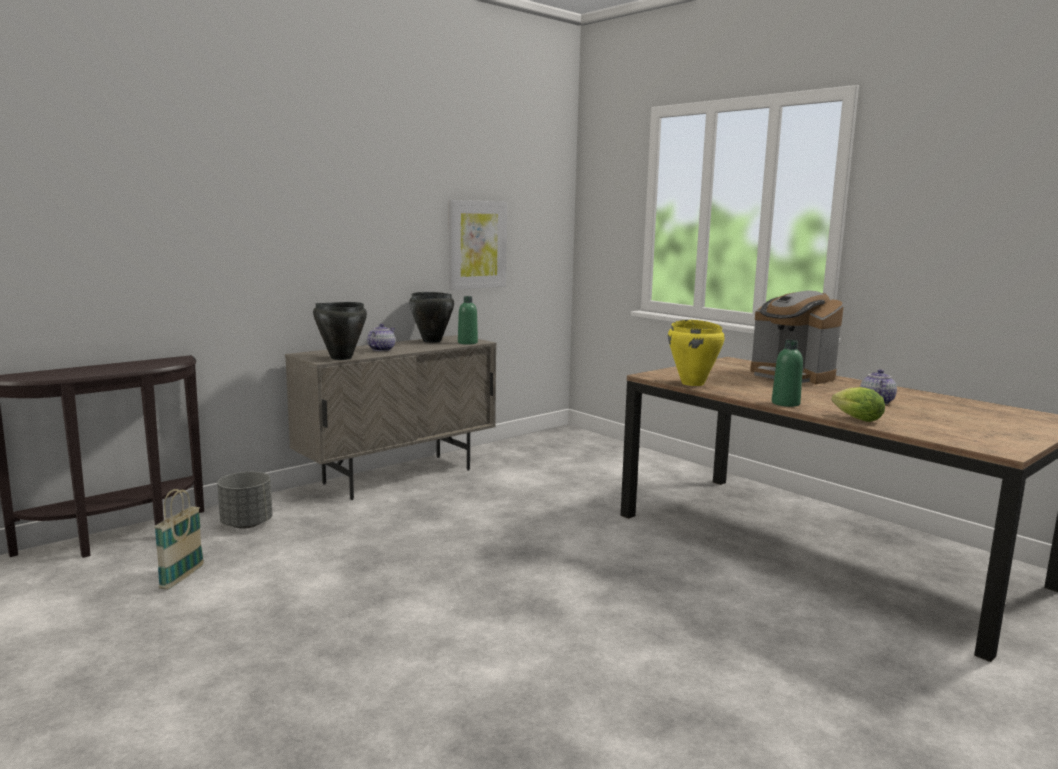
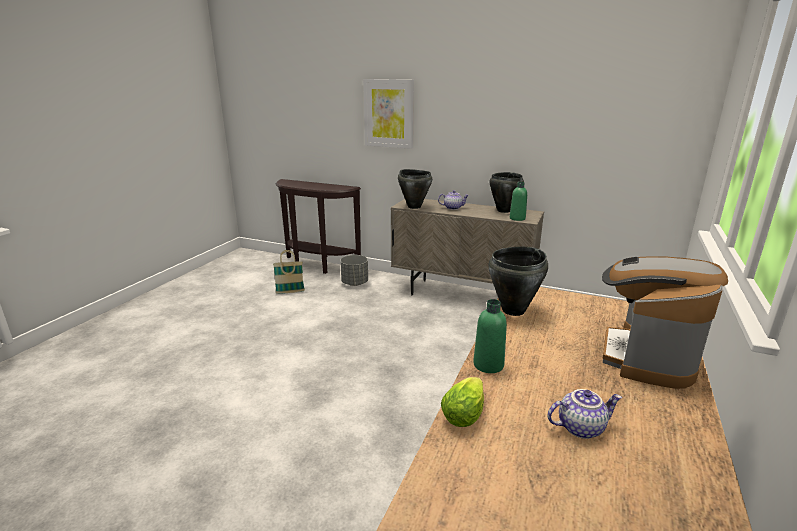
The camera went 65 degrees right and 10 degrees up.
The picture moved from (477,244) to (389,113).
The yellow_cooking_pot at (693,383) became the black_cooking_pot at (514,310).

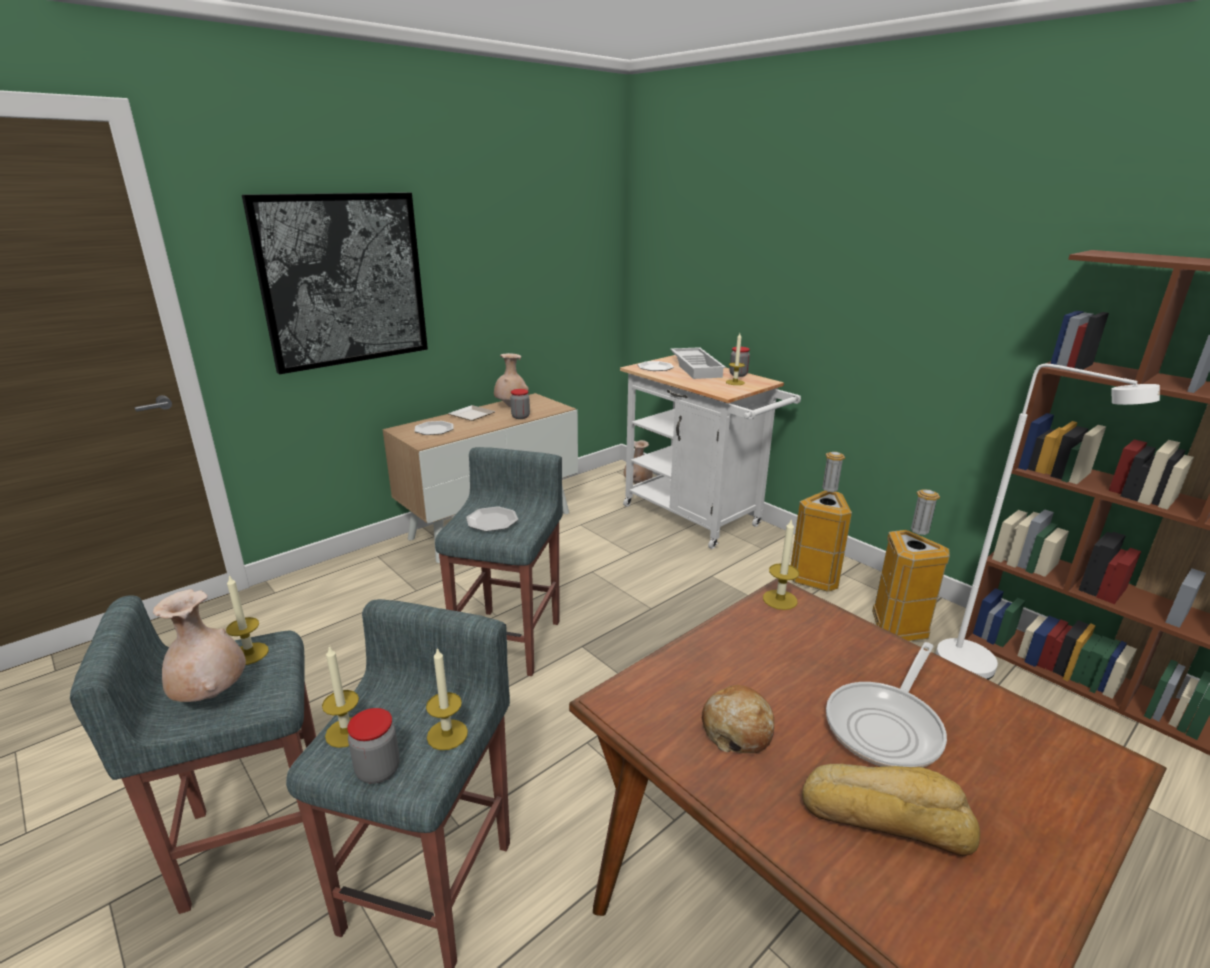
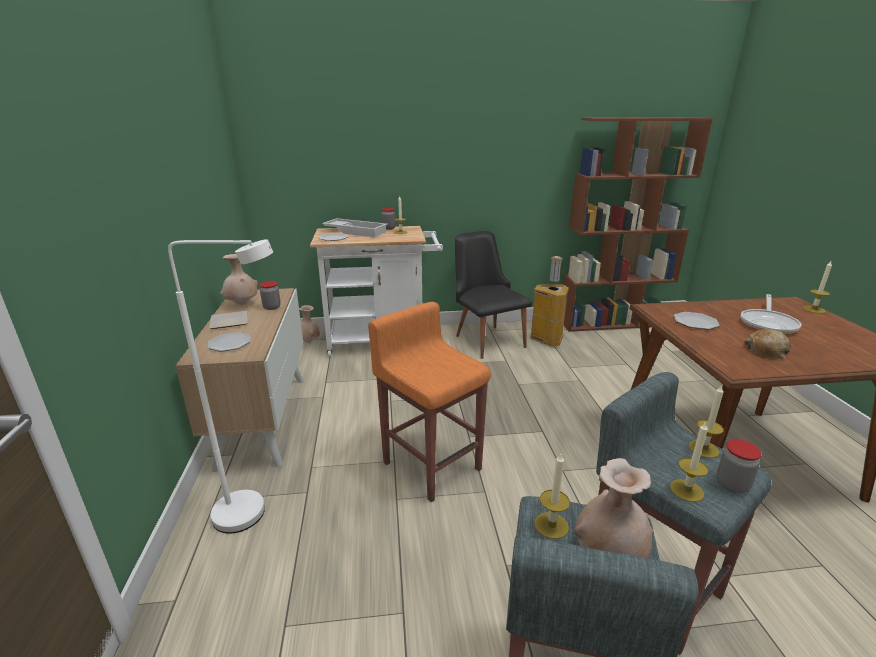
The camera went 55 degrees left and 0 degrees up.
The picture at (343,280) disappeared.
The bread at (885,814) disappeared.
The plate moved from (492,521) to (695,322).
The candle moved from (780,599) to (814,309).
The white_floor_lamp moved from (981,671) to (254,512).
The trash_can at (815,578) was replaced by the black_chair at (486,338).
The grey_stool at (510,640) became the orange_stool at (431,465).
The frying_pan at (887,726) turned 45 degrees clockwise.

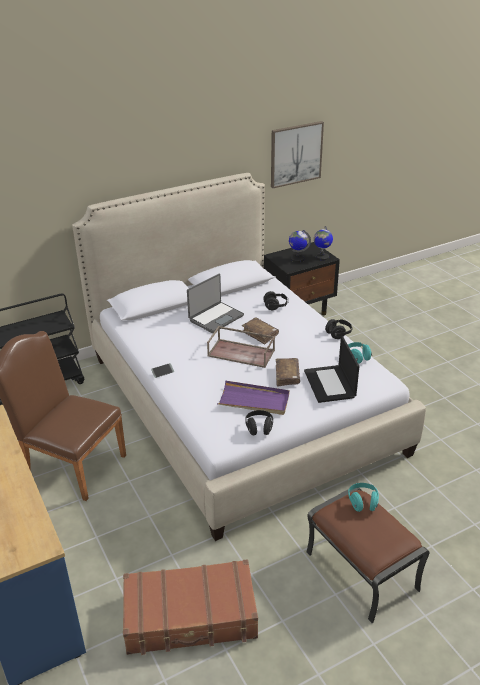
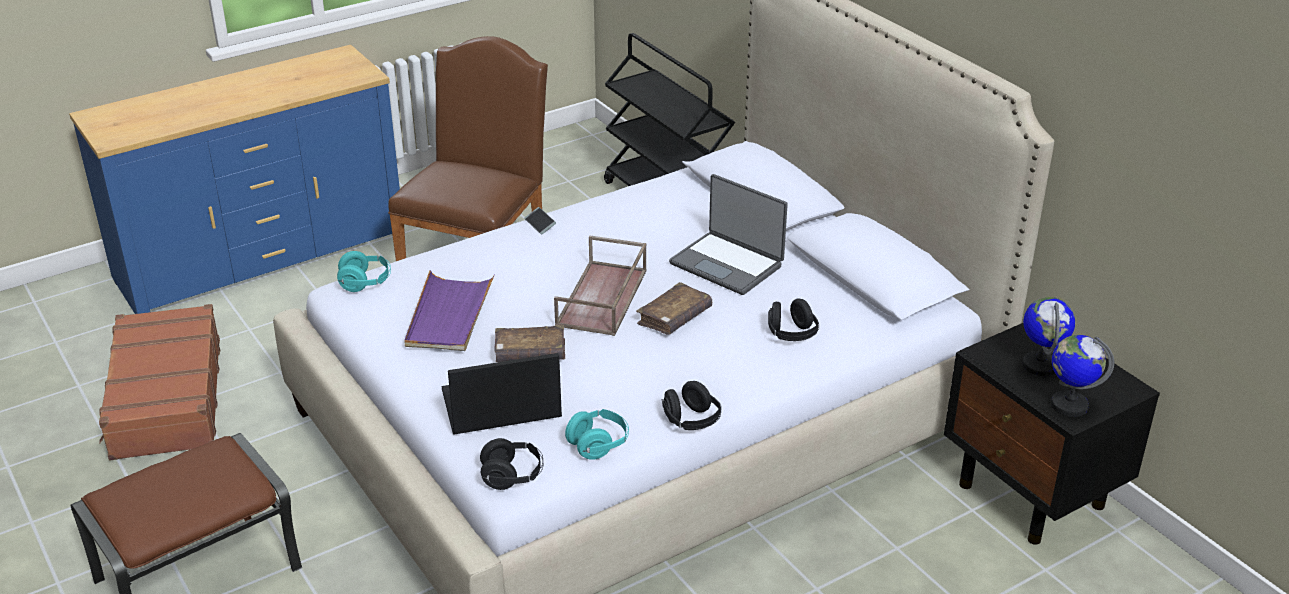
The camera went 85 degrees right and 0 degrees up.
The picture at (295,154) disappeared.
The black_headphones moved from (259,428) to (512,476).
The turquoise_headphones moved from (362,502) to (365,283).

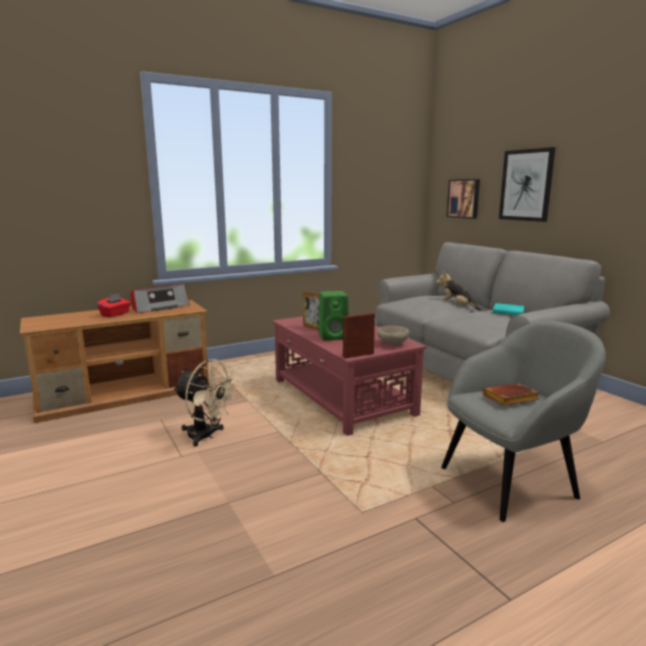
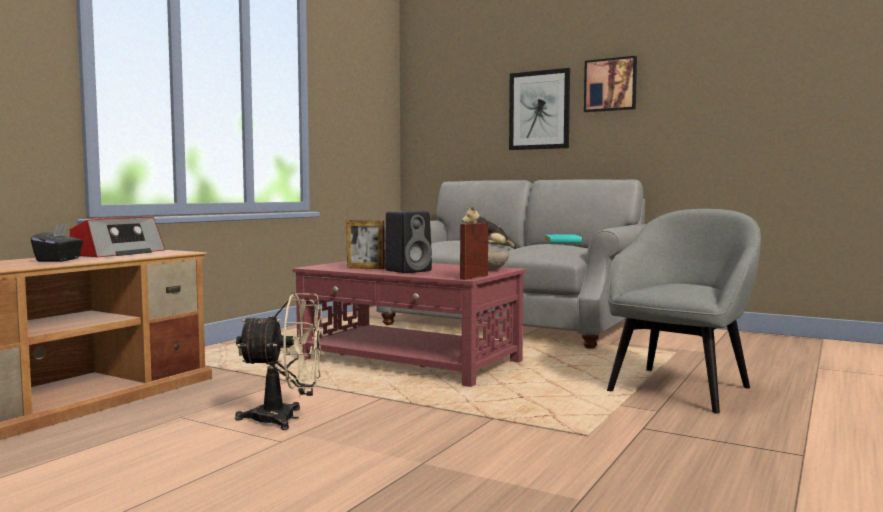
The camera went 30 degrees left and 10 degrees down.
The brown_book at (510,399) disappeared.
The picture moved from (464,198) to (610,85).
The red_tissue_box at (115,314) became the black_tissue_box at (59,260).
The green_speaker at (334,336) became the black_speaker at (409,270).

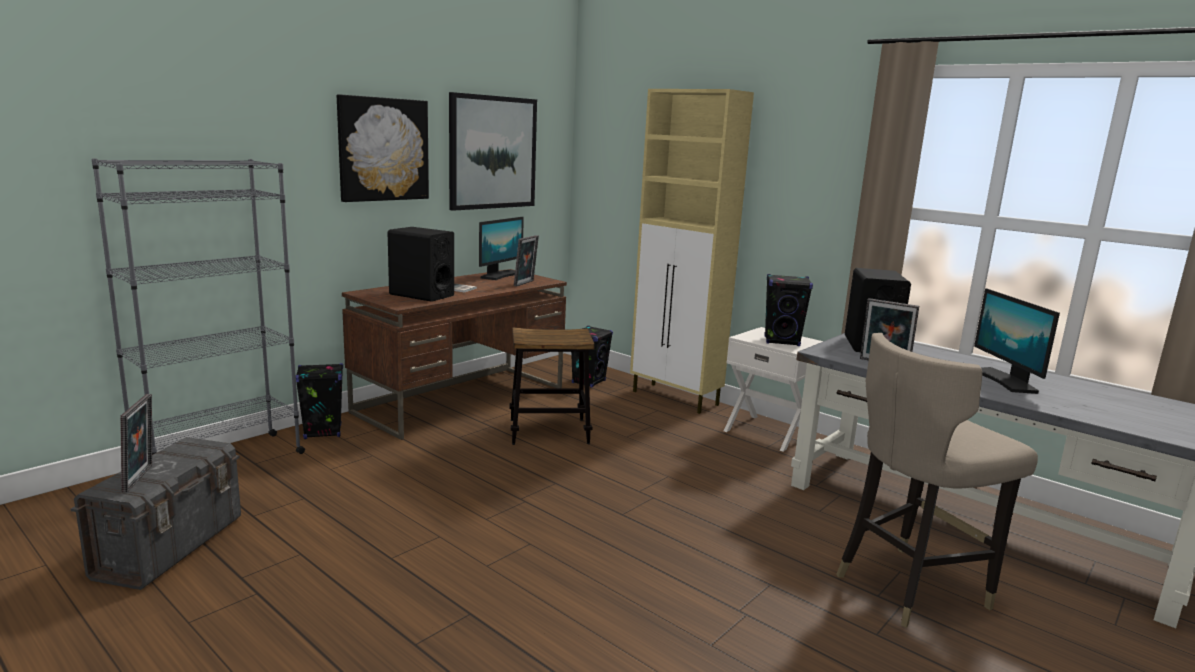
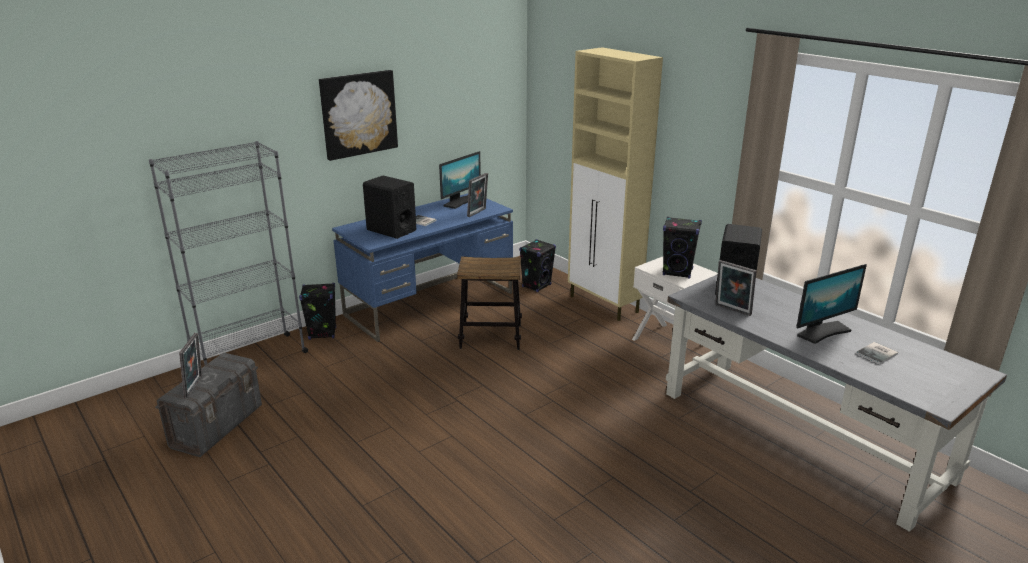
The camera went 10 degrees right and 10 degrees up.
The picture at (492,152) disappeared.
The beige_stool at (909,587) disappeared.
The book at (878,354) appeared.
The brown_desk at (462,400) became the blue_desk at (430,304).
The monitor at (1005,381) turned 120 degrees counterclockwise.

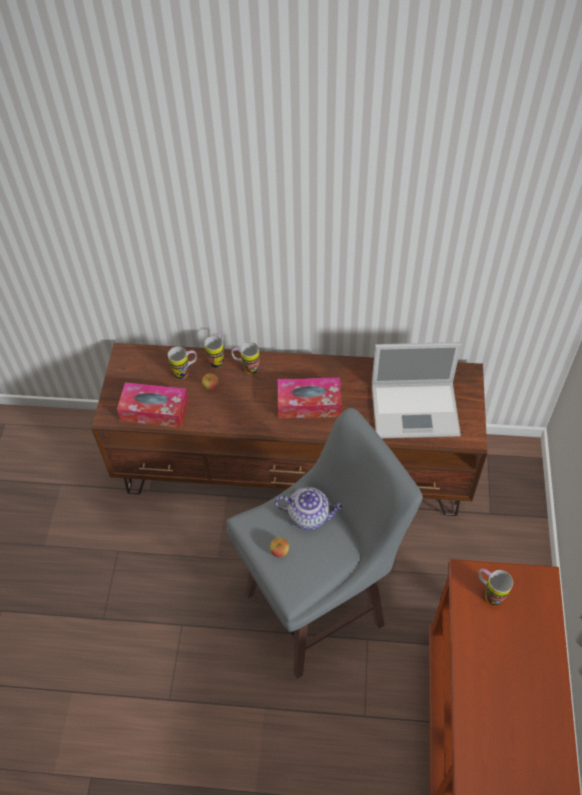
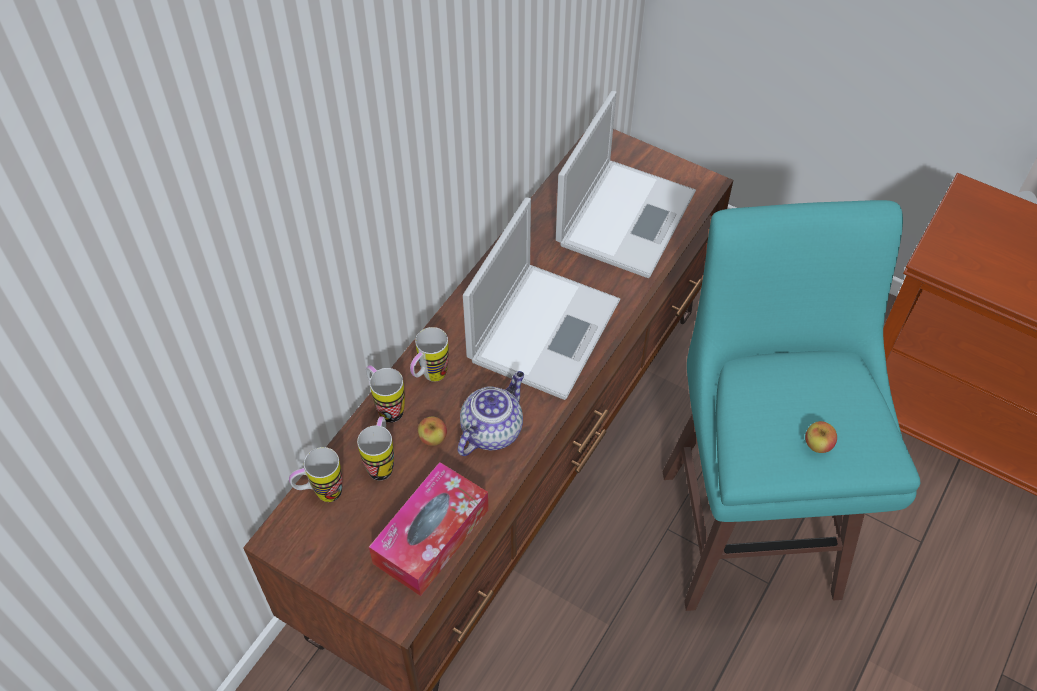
The camera went 65 degrees left and 0 degrees up.
The teapot moved from (309,515) to (492,429).
The mug moved from (488,593) to (321,494).
The tissue_box at (309,404) was replaced by the laptop at (545,328).
The grey_stool at (318,608) became the turquoise_stool at (749,527).

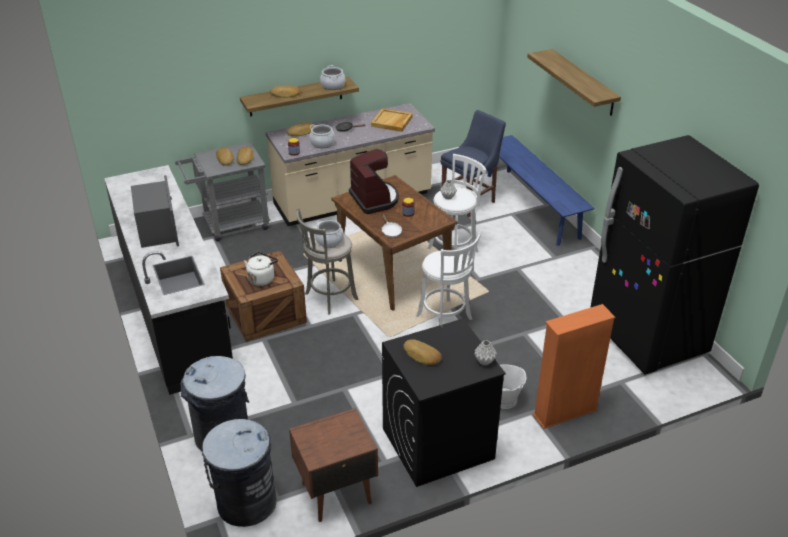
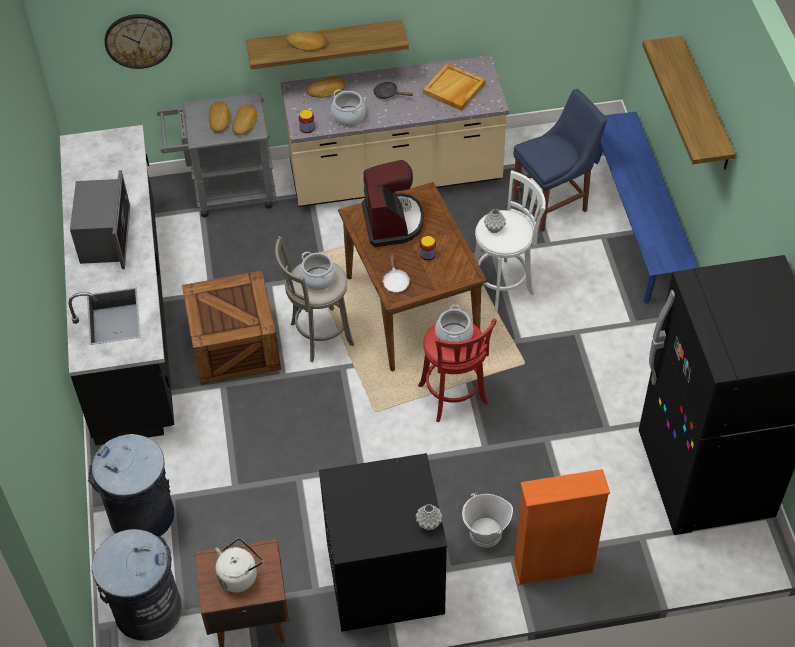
The camera went 15 degrees right and 15 degrees up.
The bread at (421,355) disappeared.
The wall_clock at (138,40) appeared.
The white_kettle moved from (262,278) to (239,575).
The cooking_pot moved from (332,85) to (453,335).
The white_stool at (445,319) became the red_stool at (454,397).

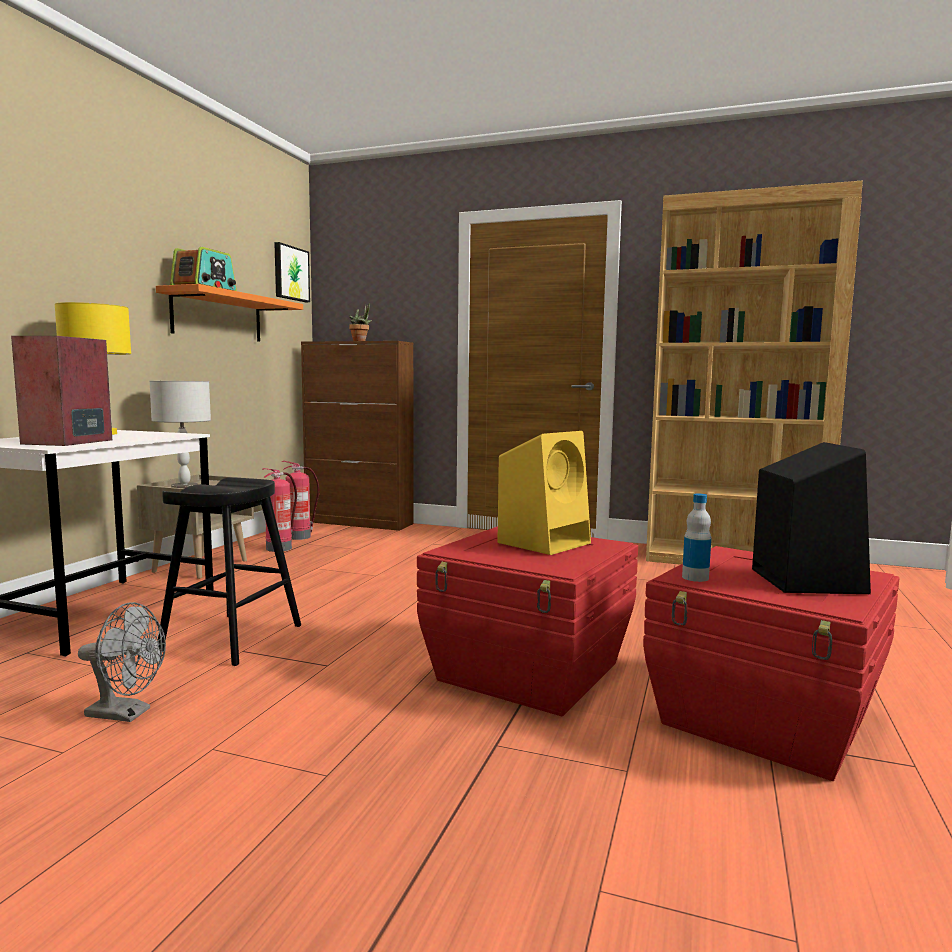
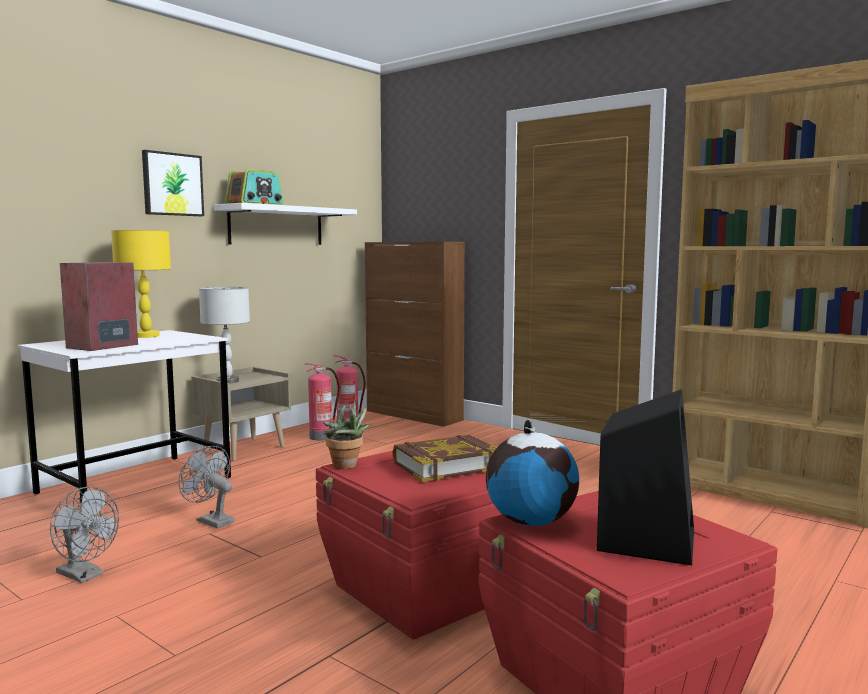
The camera went 20 degrees right and 0 degrees up.
The picture moved from (290,273) to (172,184).
The potted_plant moved from (361,341) to (347,466).
The black_stool at (232,638) was replaced by the grey_fan at (211,521).
The yellow_speaker at (545,542) was replaced by the book at (446,465).
The bottle at (695,577) was replaced by the globe at (530,522).
The orange_shelf at (217,317) became the white_shelf at (276,226).

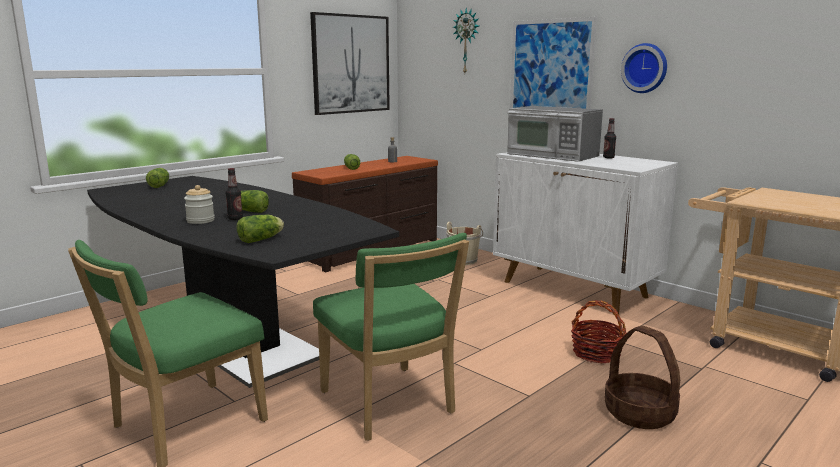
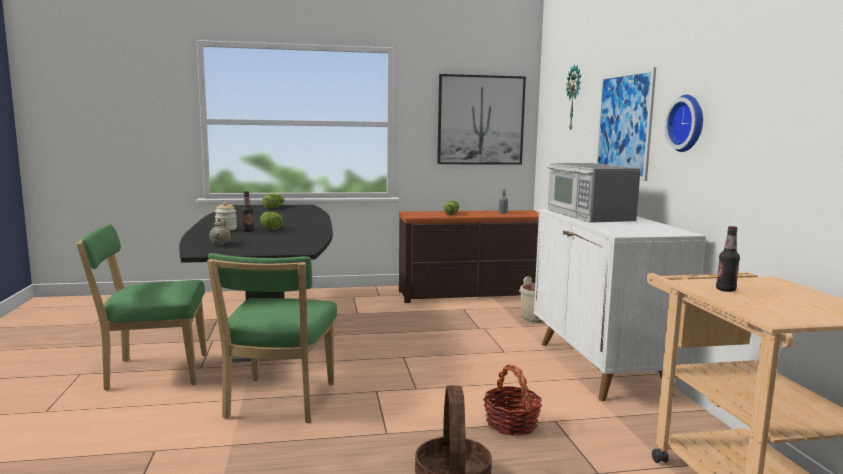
The camera went 35 degrees right and 5 degrees down.
The bottle moved from (608,157) to (725,290).
The lettuce at (262,239) was replaced by the beige_teapot at (220,244).

